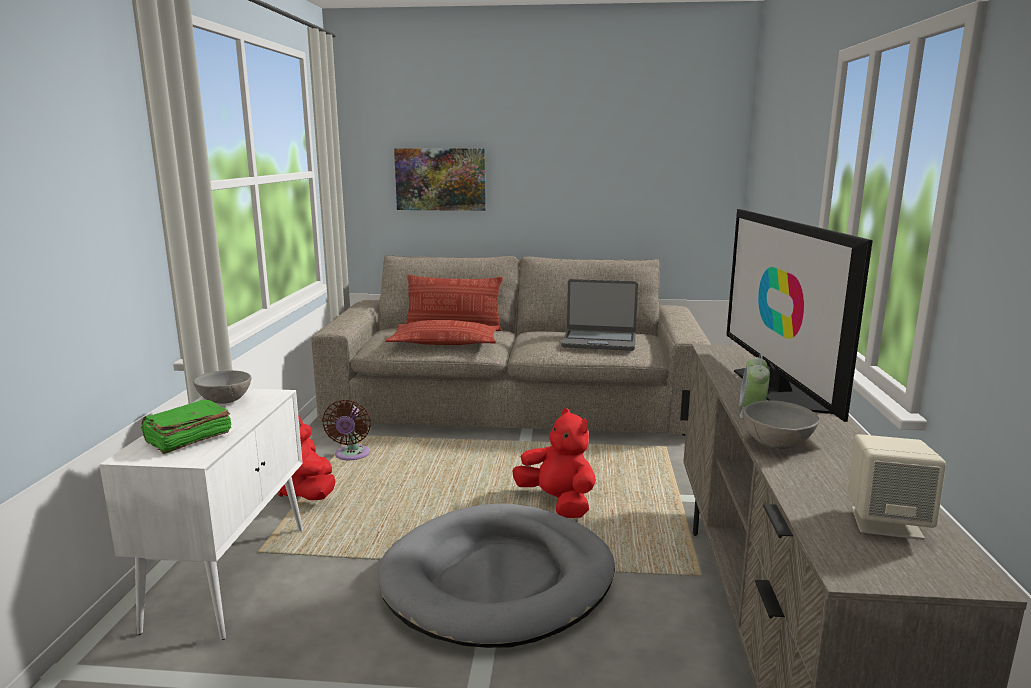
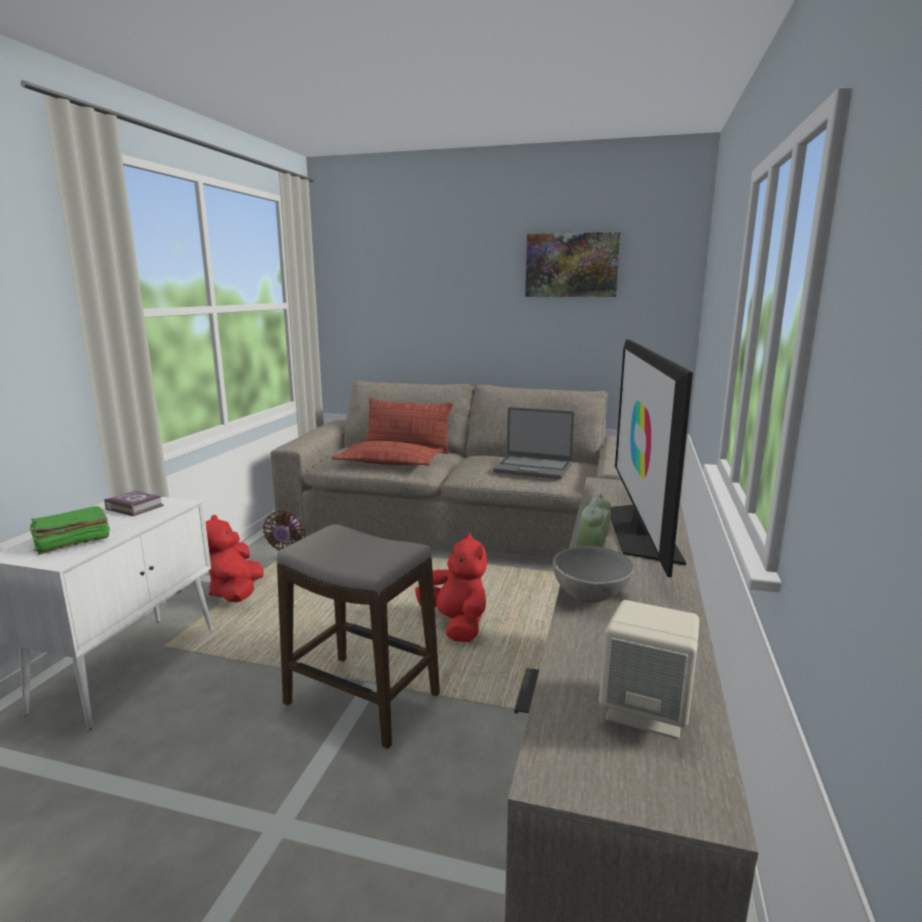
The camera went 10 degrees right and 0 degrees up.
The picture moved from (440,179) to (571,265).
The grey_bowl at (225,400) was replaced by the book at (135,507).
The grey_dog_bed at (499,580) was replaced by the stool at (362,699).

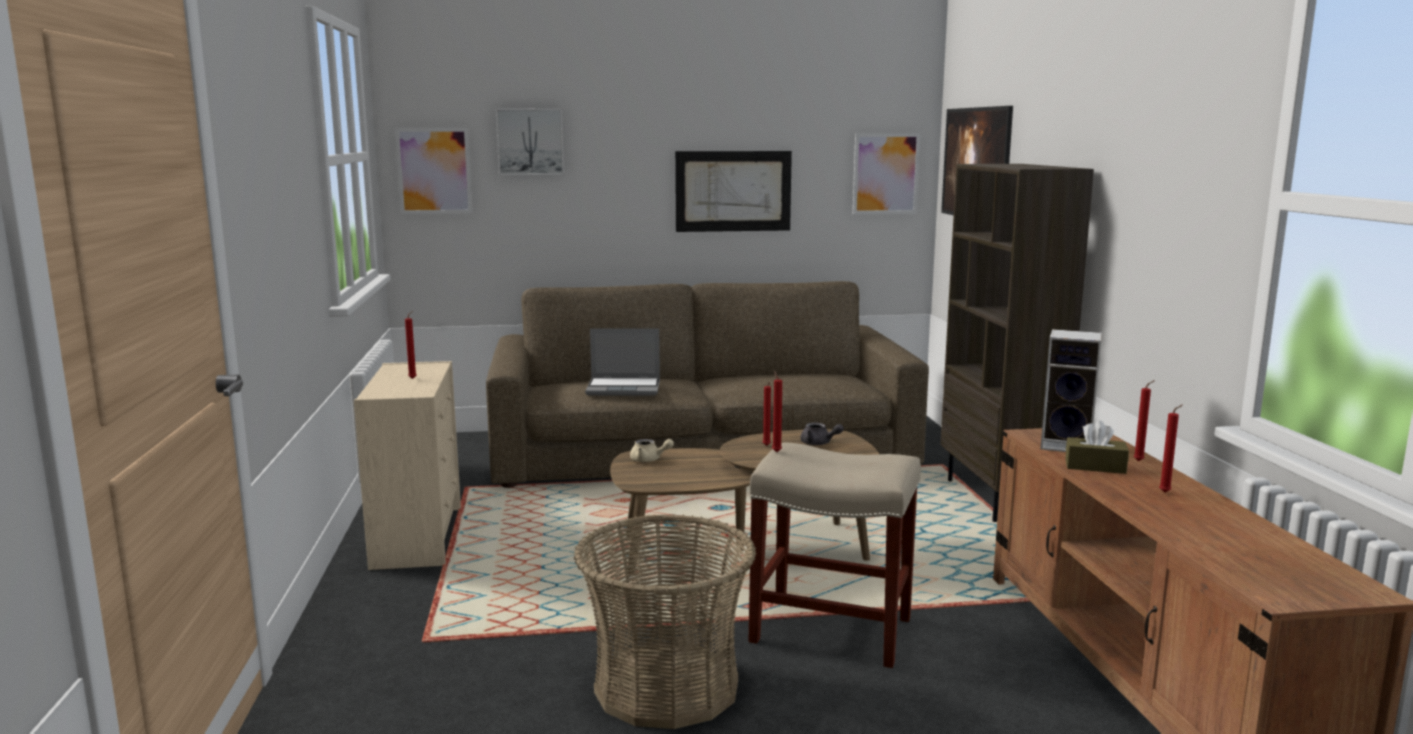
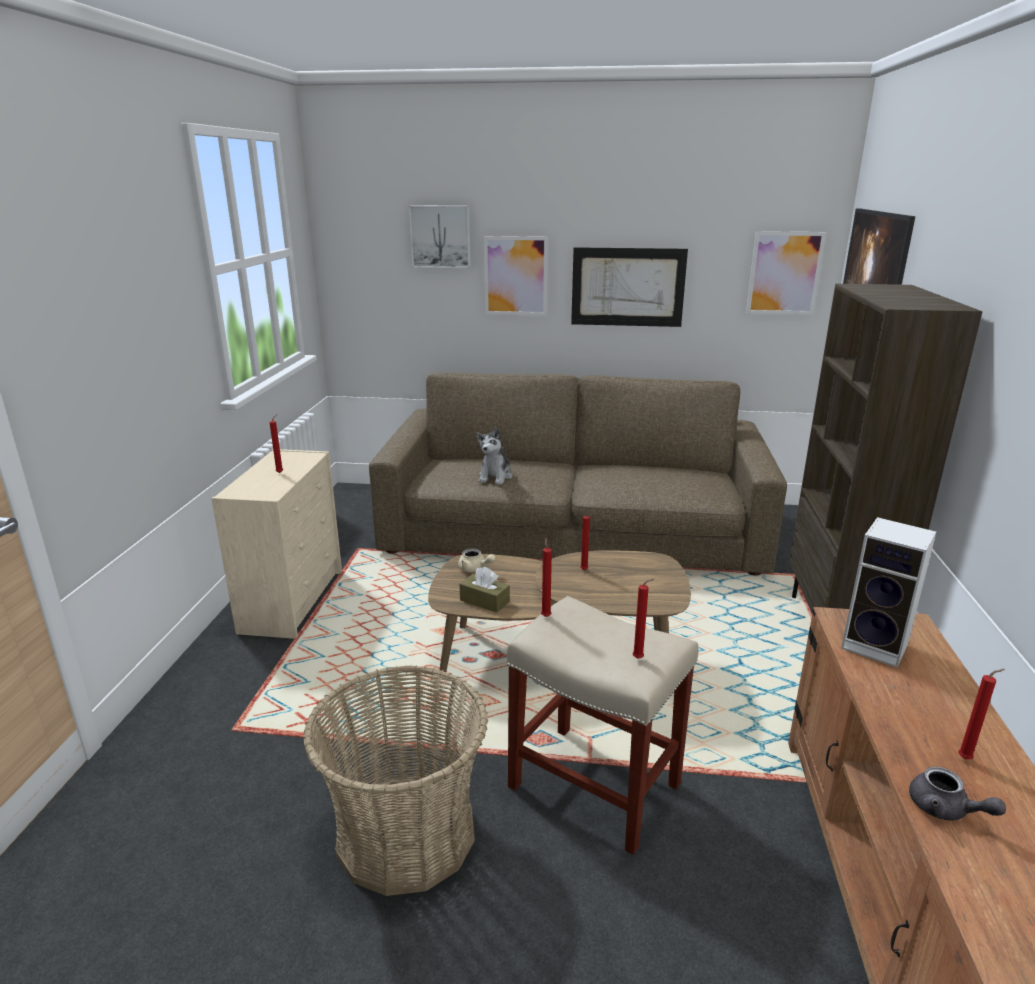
The camera went 15 degrees right and 10 degrees up.
The picture moved from (434,171) to (515,276).
The grey_teapot moved from (819,443) to (945,810).
The brown_tissue_box moved from (1095,466) to (484,601).
The red_candle moved from (1140,461) to (640,658).
The laptop at (624,388) was replaced by the plush_toy at (495,477).

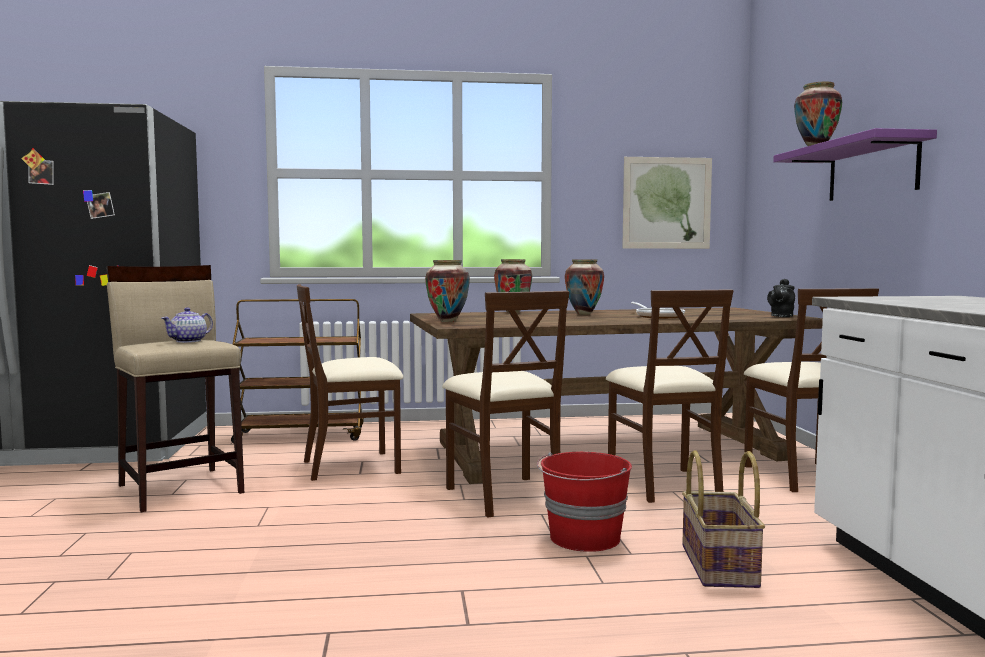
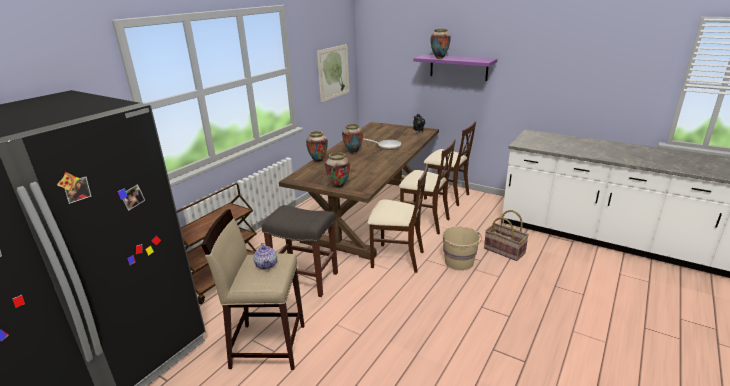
The camera went 50 degrees left and 20 degrees up.
The beige_chair at (352,466) was replaced by the grey_stool at (304,279).
The red_bucket at (584,538) became the beige_bucket at (459,262).

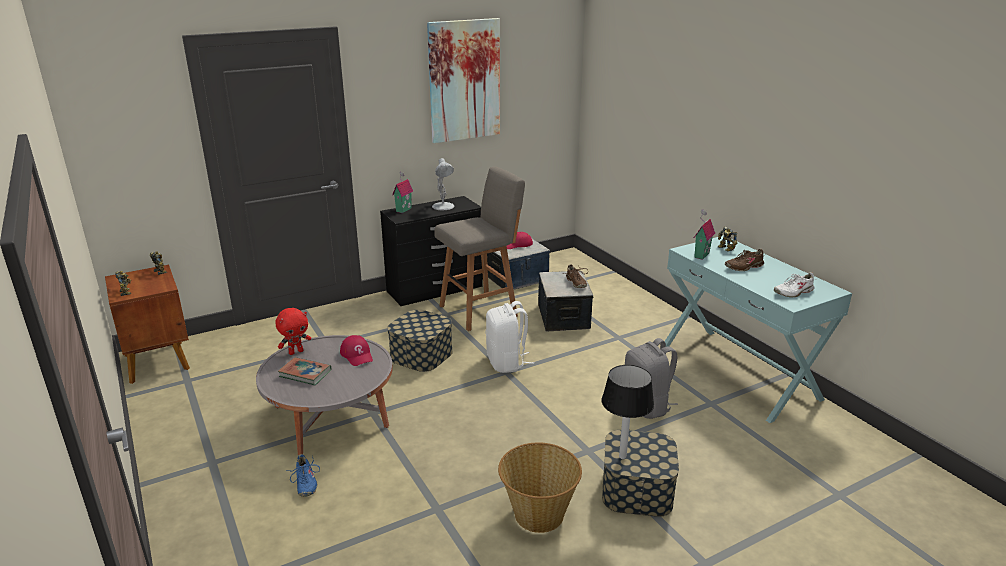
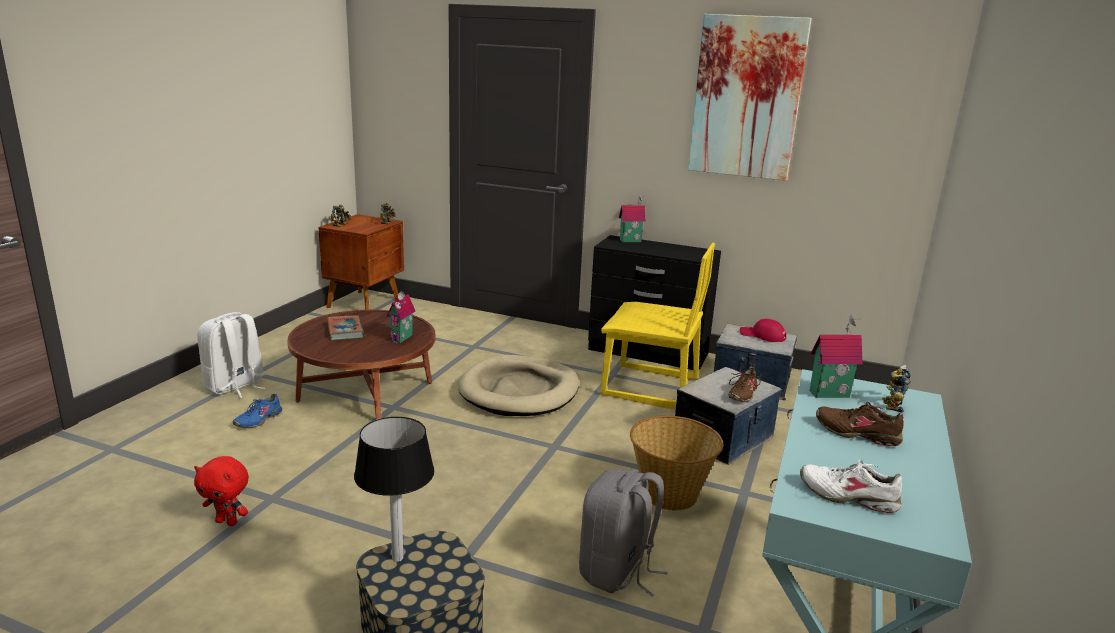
The camera went 50 degrees right and 5 degrees down.
The white_table_lamp at (443,207) disappeared.
The red_plush_toy moved from (296,352) to (227,522).
The white_backpack moved from (506,363) to (235,386).
The basket moved from (538,514) to (670,493).
The red_cap at (357,355) was replaced by the toy_house at (403,338).
The storage_box at (421,354) was replaced by the beige_dog_bed at (519,391).
The grey_stool at (480,310) was replaced by the yellow_chair at (650,388).
The grey_coffee_table at (331,417) became the brown_coffee_table at (365,392).

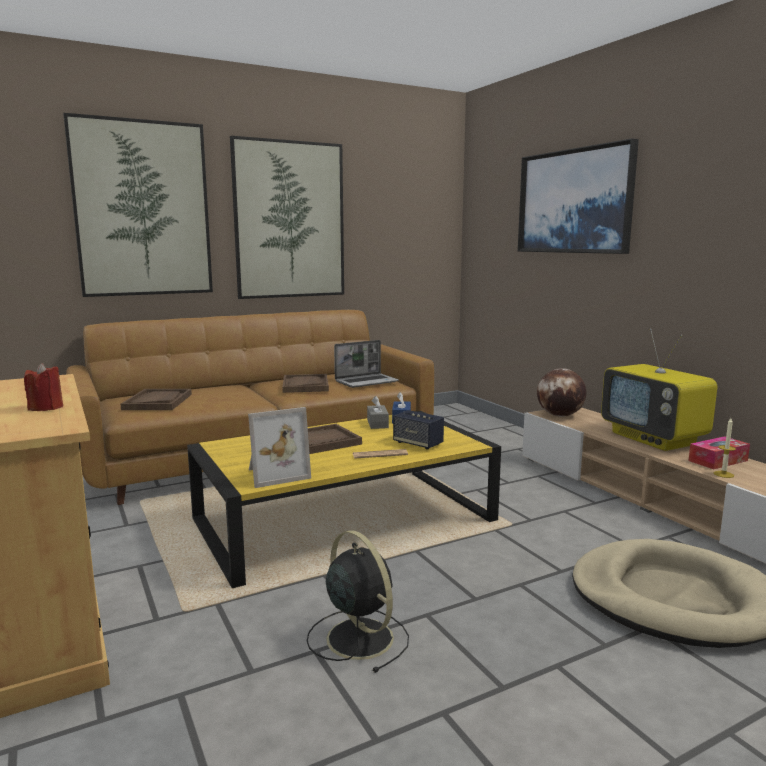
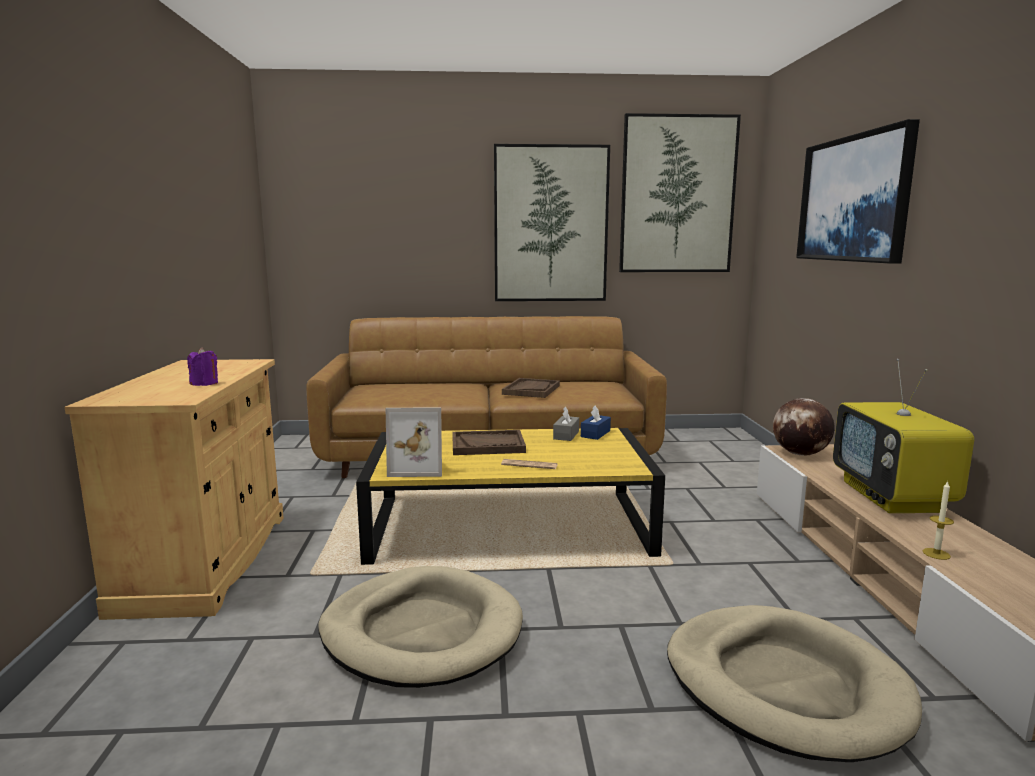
The camera went 25 degrees right and 0 degrees up.
The brown_tray at (157,401) disappeared.
The laptop at (367,382) disappeared.
The speaker at (418,444) disappeared.
The tissue_box at (718,460) disappeared.
The picture moved from (143,209) to (677,195).
The black_fan at (358,637) was replaced by the beige_dog_bed at (422,632).
The red_candle at (46,408) became the purple_candle at (204,383).

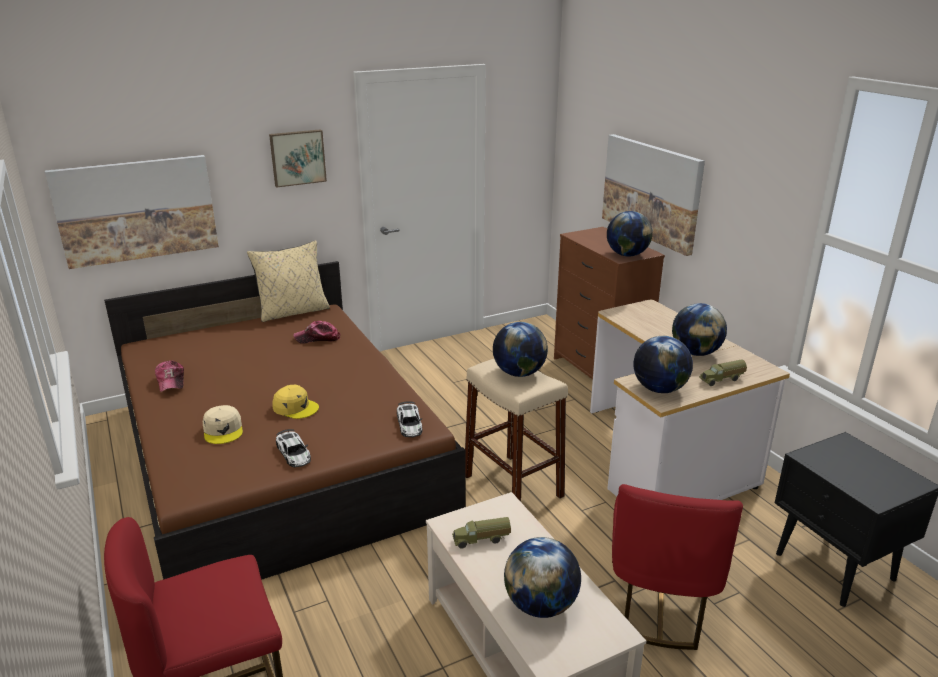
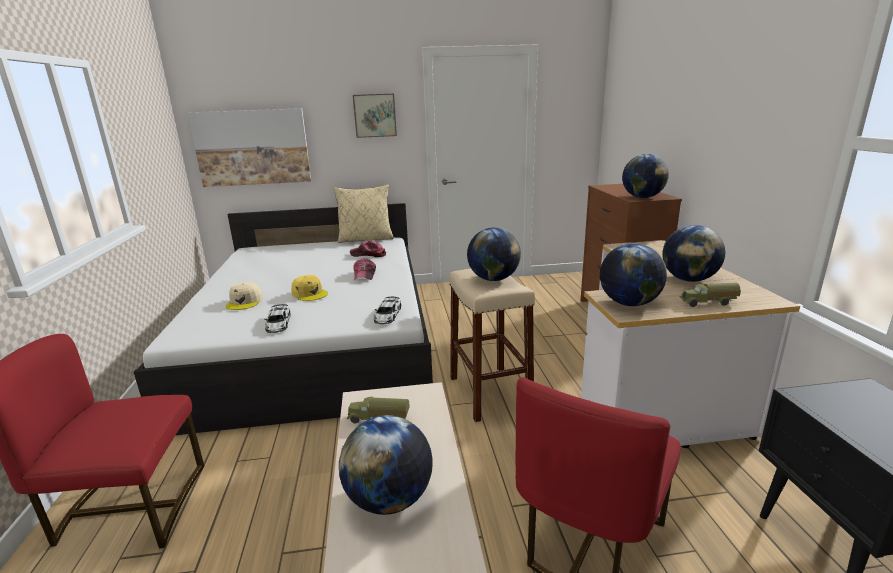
The camera went 20 degrees right and 5 degrees down.
The picture at (651,191) disappeared.
The cap moved from (171,381) to (365,275).
The brown_bed at (278,454) became the white_bed at (317,340).

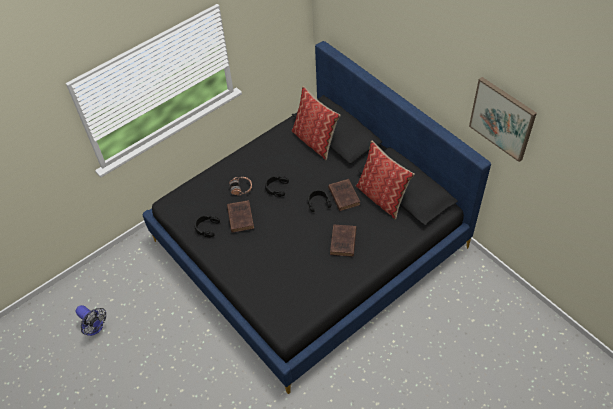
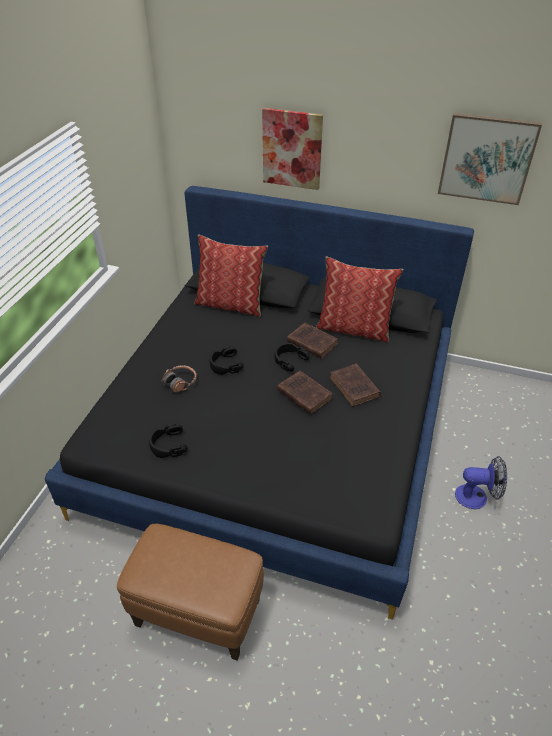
The camera went 35 degrees left and 10 degrees down.
The brown_ottoman at (199,612) appeared.
The picture at (292,149) appeared.
The fan moved from (95,328) to (477,497).
The brown_book moved from (240,217) to (303,394).

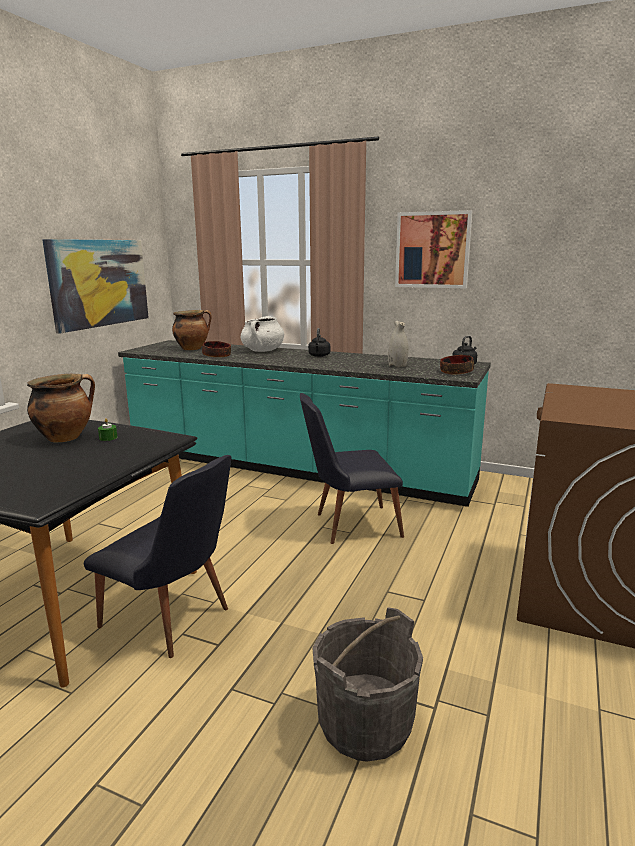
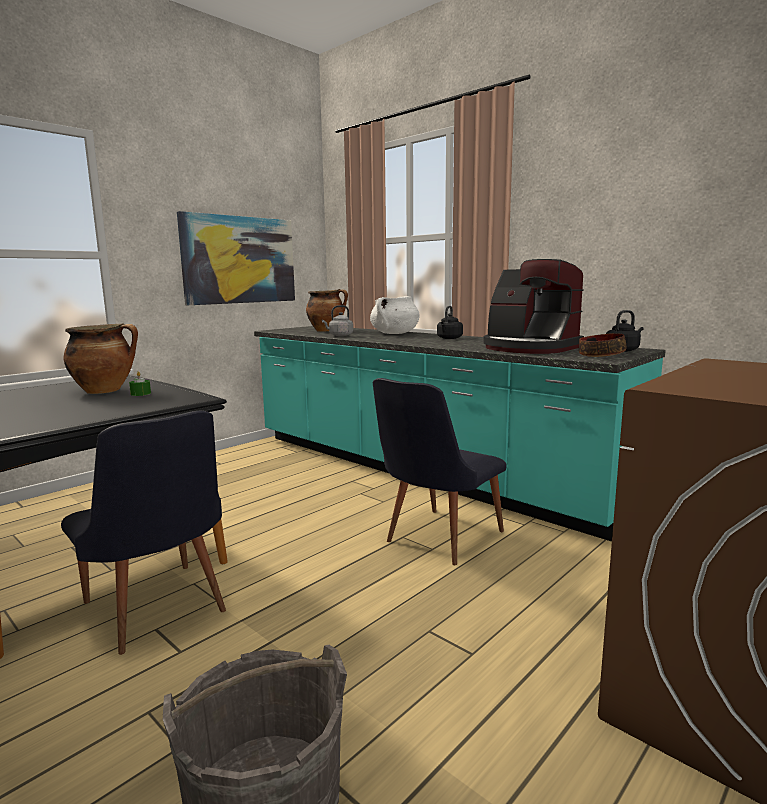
The camera went 20 degrees right and 5 degrees down.
The picture at (432,250) disappeared.
The bowl at (216,356) was replaced by the grey_kettle at (339,335).
The white_vase at (397,366) was replaced by the coffee_machine at (529,348).
The black_chair at (348,525) turned 60 degrees counterclockwise.

